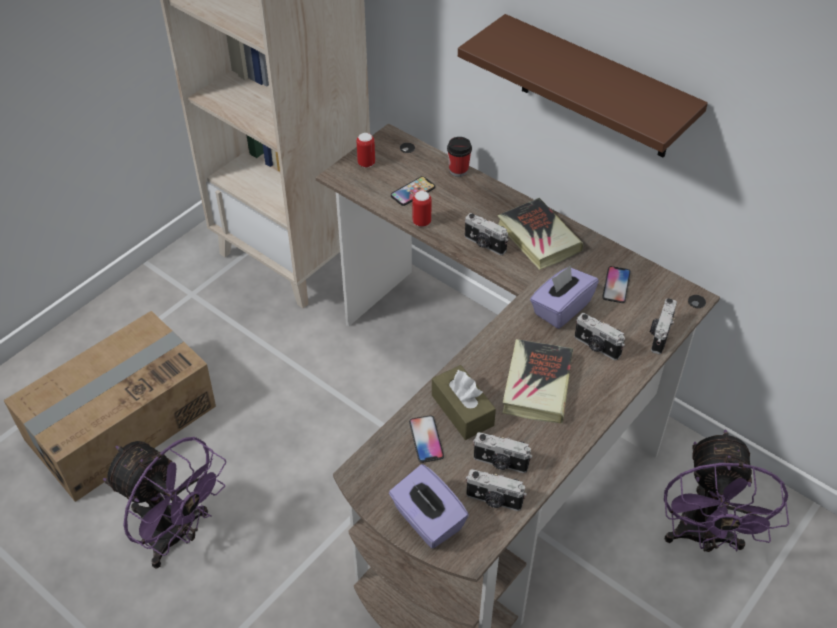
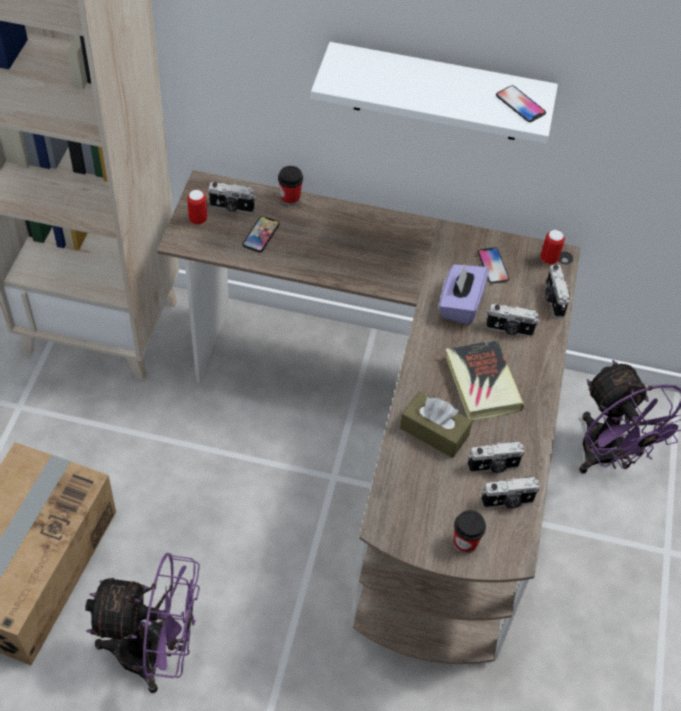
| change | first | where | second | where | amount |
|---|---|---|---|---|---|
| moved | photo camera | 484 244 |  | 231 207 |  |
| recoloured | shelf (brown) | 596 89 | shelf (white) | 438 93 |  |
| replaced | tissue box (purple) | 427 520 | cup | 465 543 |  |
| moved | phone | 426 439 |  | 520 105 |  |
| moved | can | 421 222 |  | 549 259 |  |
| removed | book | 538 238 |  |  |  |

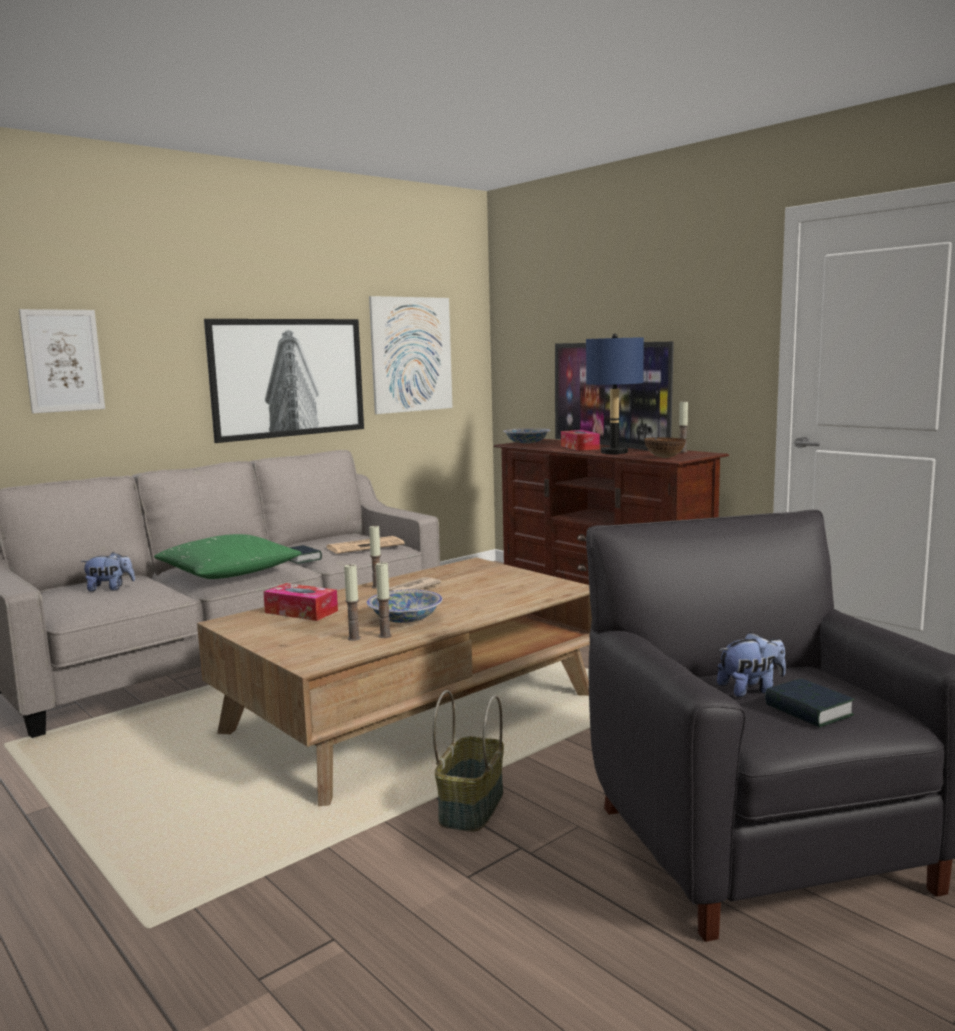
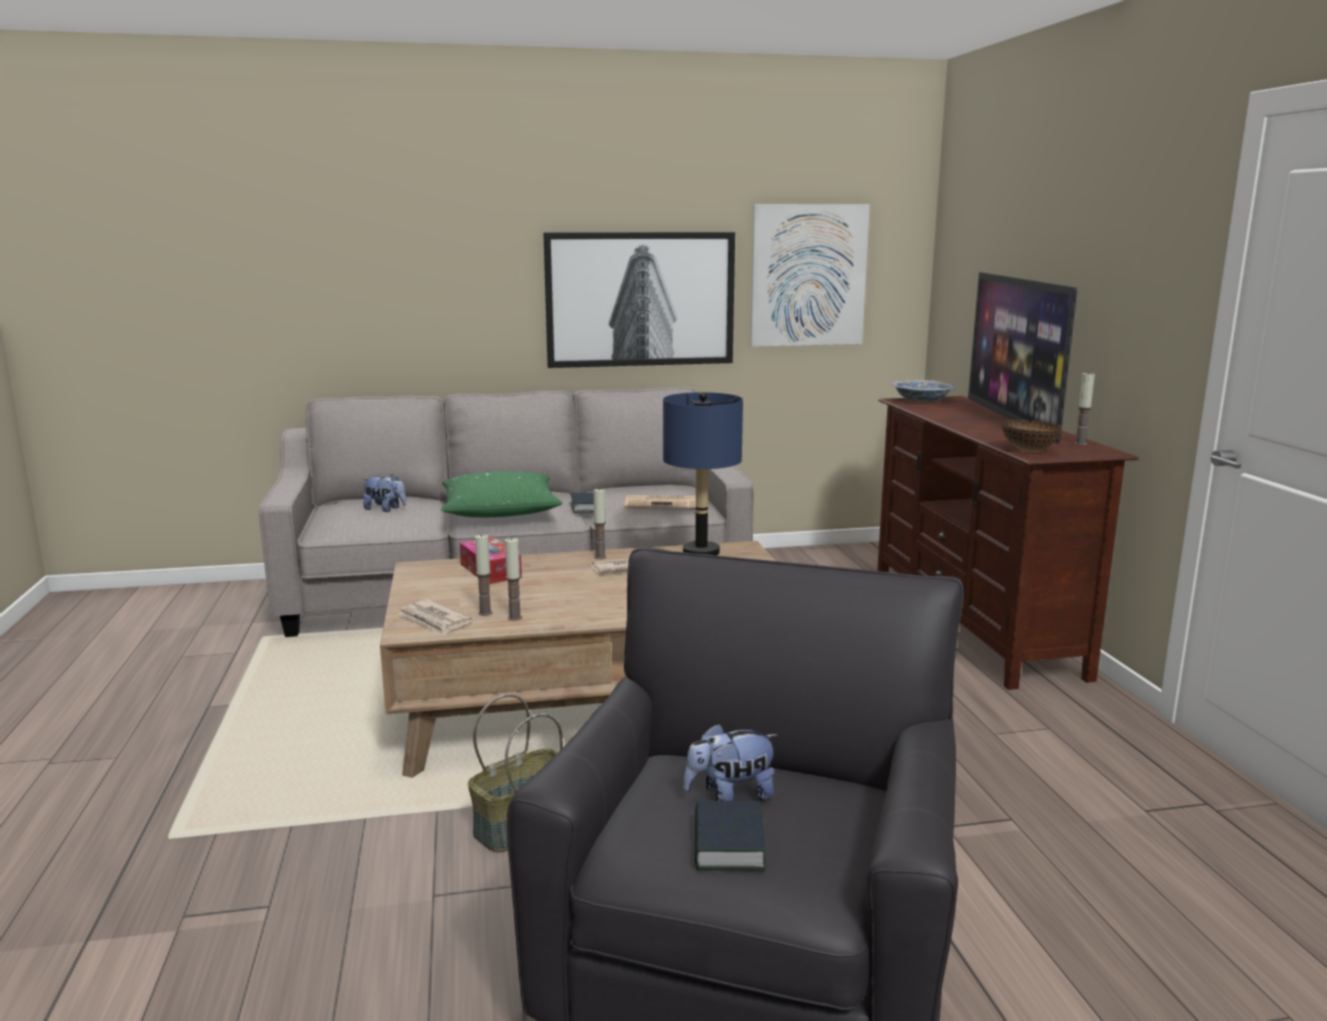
| change | first | where | second | where | amount |
|---|---|---|---|---|---|
| added |  |  | newspaper | 434 620 |  |
| moved | table lamp (blue) | 614 452 |  | 701 552 |  |
| turned | plush toy | 751 689 |  | 730 795 | 150 degrees clockwise |
| removed | picture | 63 360 |  |  |  |
| removed | bowl | 405 619 |  |  |  |
| removed | tissue box | 579 447 |  |  |  |

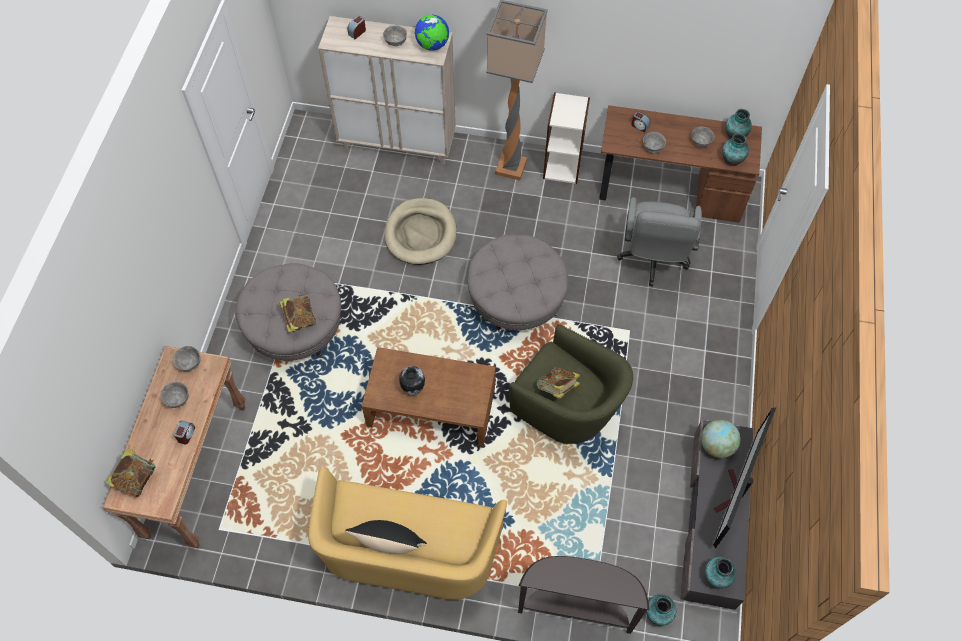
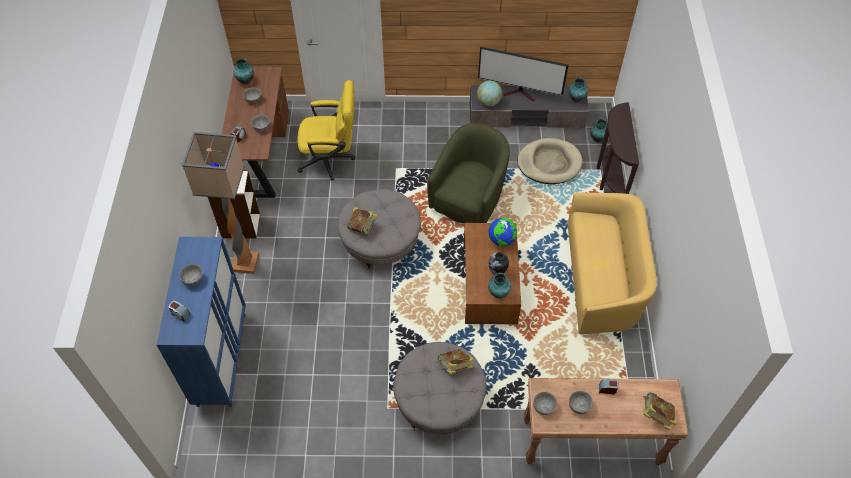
| change | first | where | second | where | amount |
|---|---|---|---|---|---|
| recoloured | cabinet (beige) | 397 143 | cabinet (blue) | 221 359 |  |
| recoloured | office chair (grey) | 652 260 | office chair (yellow) | 331 159 |  |
| moved | book | 557 388 |  | 362 227 |  |
| moved | vase | 731 160 |  | 498 293 |  |
| moved | globe | 432 45 |  | 501 240 |  |
| moved | dog bed (beige) | 421 234 |  | 549 163 |  |
| removed | pillow (black) | 388 545 |  |  |  |

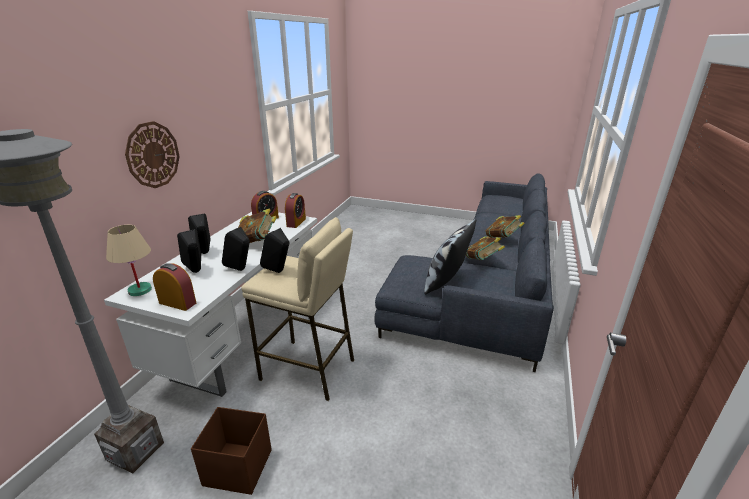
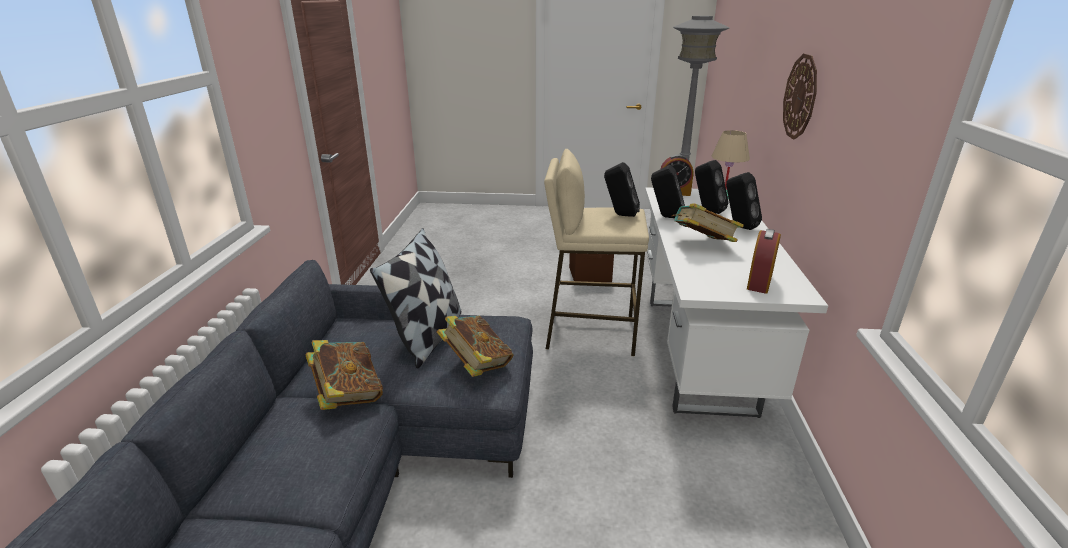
| change | first | where | second | where | amount |
|---|---|---|---|---|---|
| moved | book | 502 238 |  | 476 365 |  |
| removed | alarm clock | 296 222 |  |  |  |

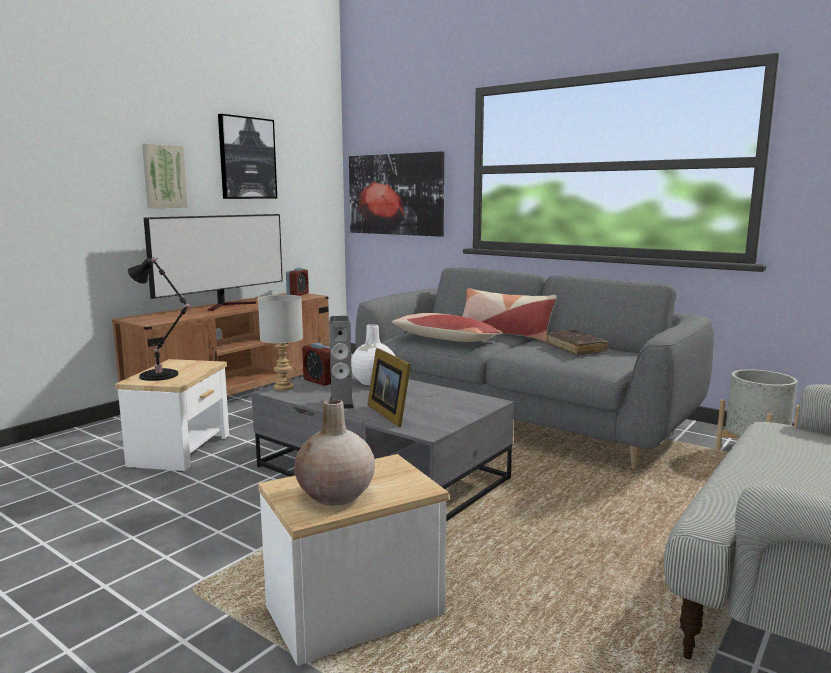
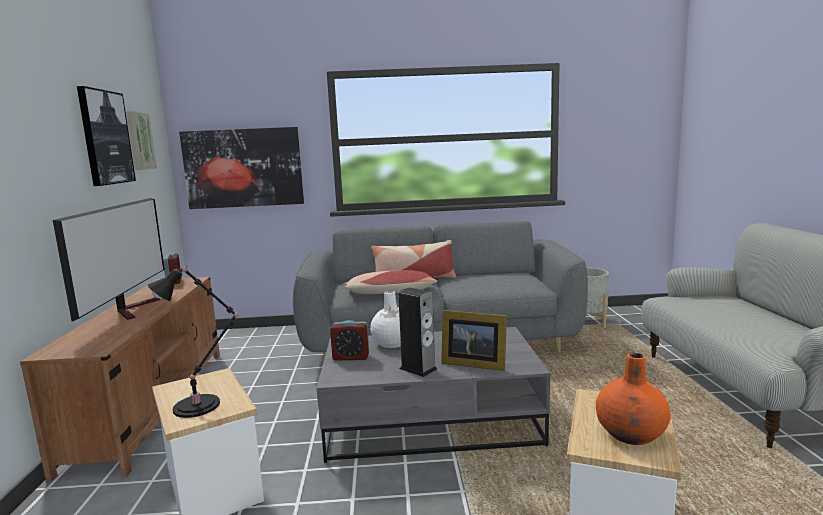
| change | first | where | second | where | amount |
|---|---|---|---|---|---|
| moved | picture | 164 176 |  | 139 141 |  |
| recoloured | vase (beige) | 336 495 | vase (orange) | 631 434 |  |
| removed | table lamp (grey) | 284 387 |  |  |  |
| removed | book (brown) | 576 348 |  |  |  |

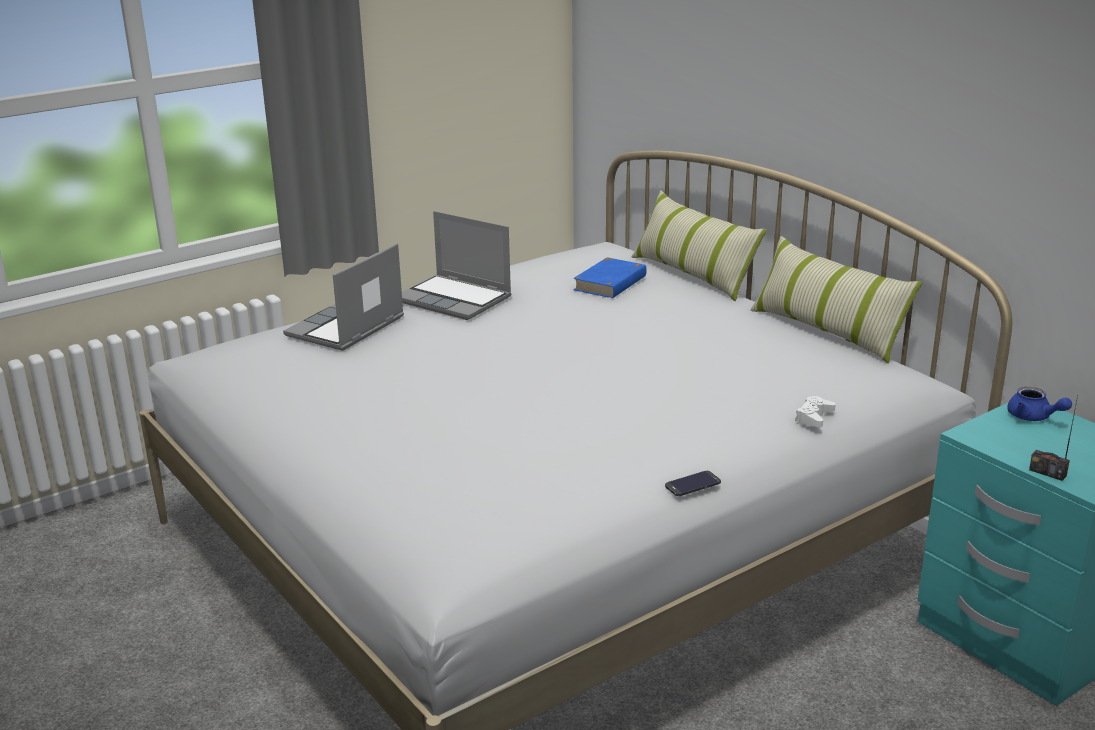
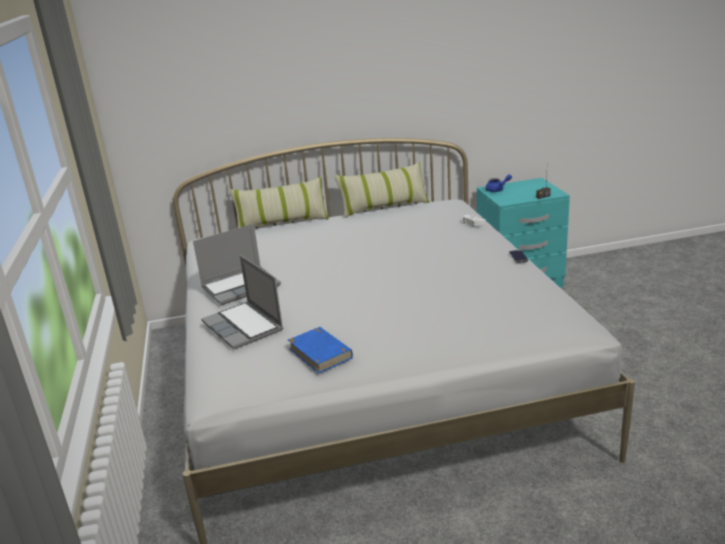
| change | first | where | second | where | amount |
|---|---|---|---|---|---|
| moved | book (blue) | 611 283 |  | 320 353 |  |

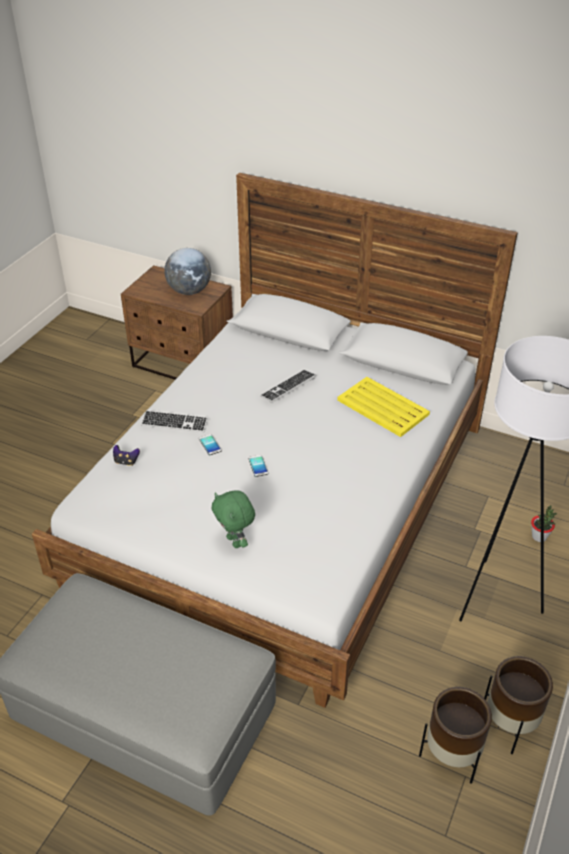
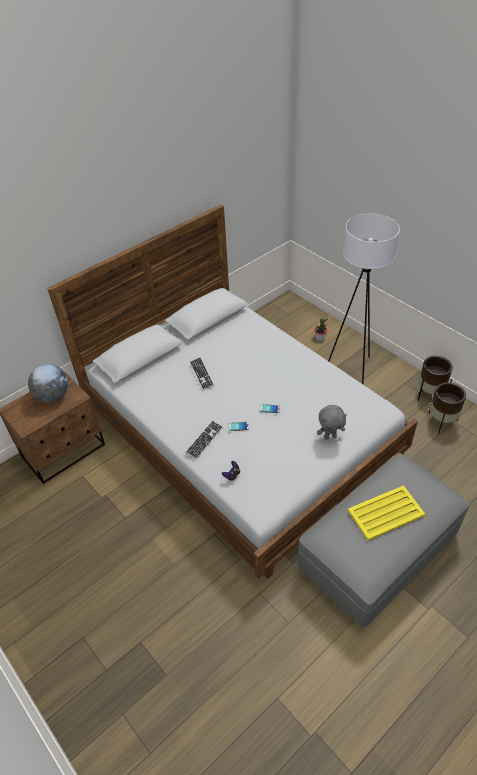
| change | first | where | second | where | amount |
|---|---|---|---|---|---|
| recoloured | plush toy (green) | 235 541 | plush toy (grey) | 330 436 |  |
| moved | tray (yellow) | 382 407 |  | 385 513 |  |

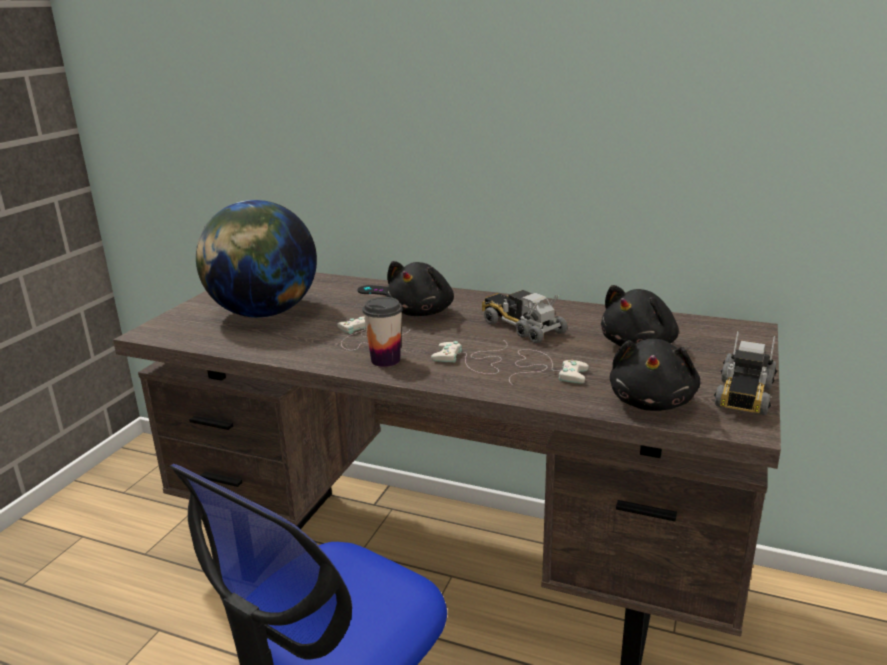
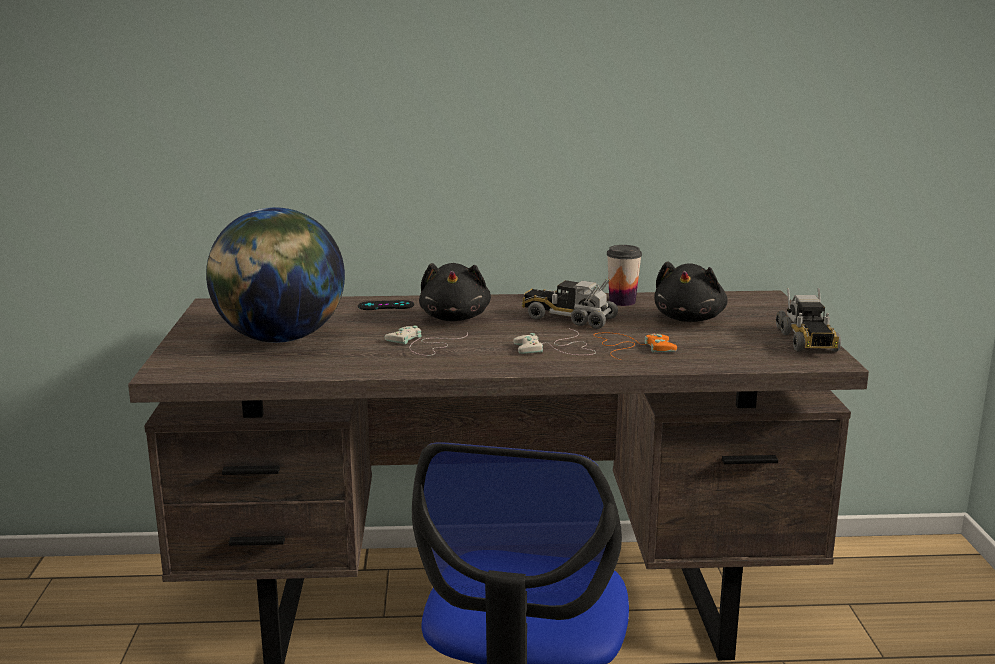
| change | first | where | second | where | amount |
|---|---|---|---|---|---|
| recoloured | game controller (white) | 544 370 | game controller (orange) | 630 347 |  |
| moved | cup | 385 360 |  | 622 302 |  |
| removed | plush toy (black) | 652 402 |  |  |  |

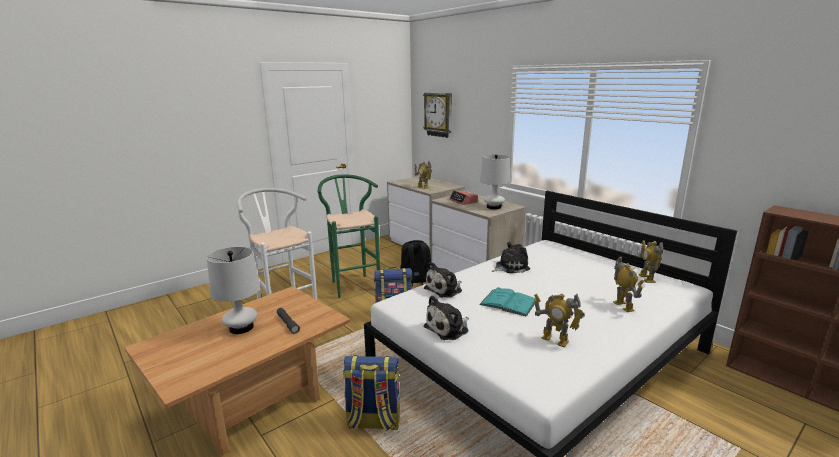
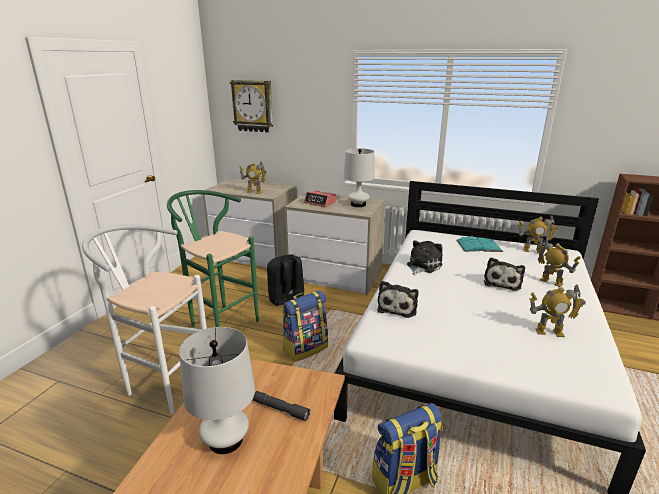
| change | first | where | second | where | amount |
|---|---|---|---|---|---|
| moved | book (turquoise) | 508 302 |  | 478 245 |  |
| moved | plush toy | 448 328 |  | 502 282 |  |
| turned | toy robot | 646 278 |  | 532 251 | 45 degrees counterclockwise |

